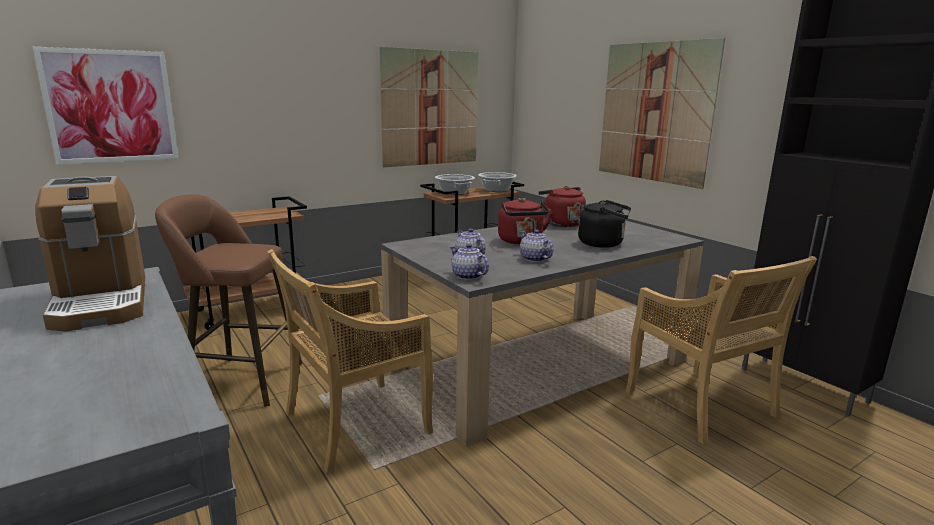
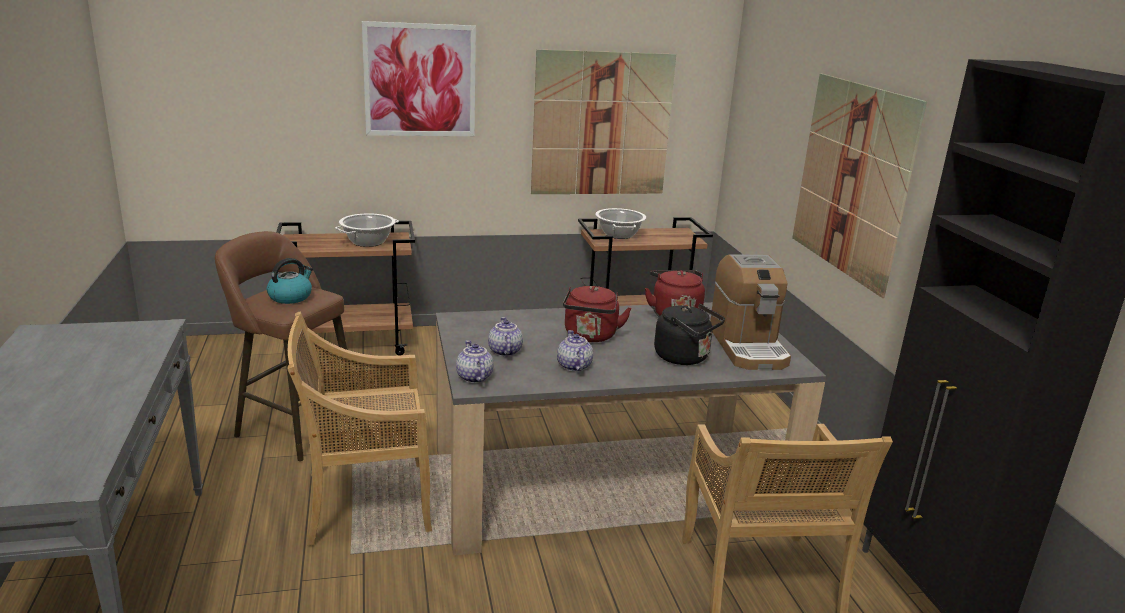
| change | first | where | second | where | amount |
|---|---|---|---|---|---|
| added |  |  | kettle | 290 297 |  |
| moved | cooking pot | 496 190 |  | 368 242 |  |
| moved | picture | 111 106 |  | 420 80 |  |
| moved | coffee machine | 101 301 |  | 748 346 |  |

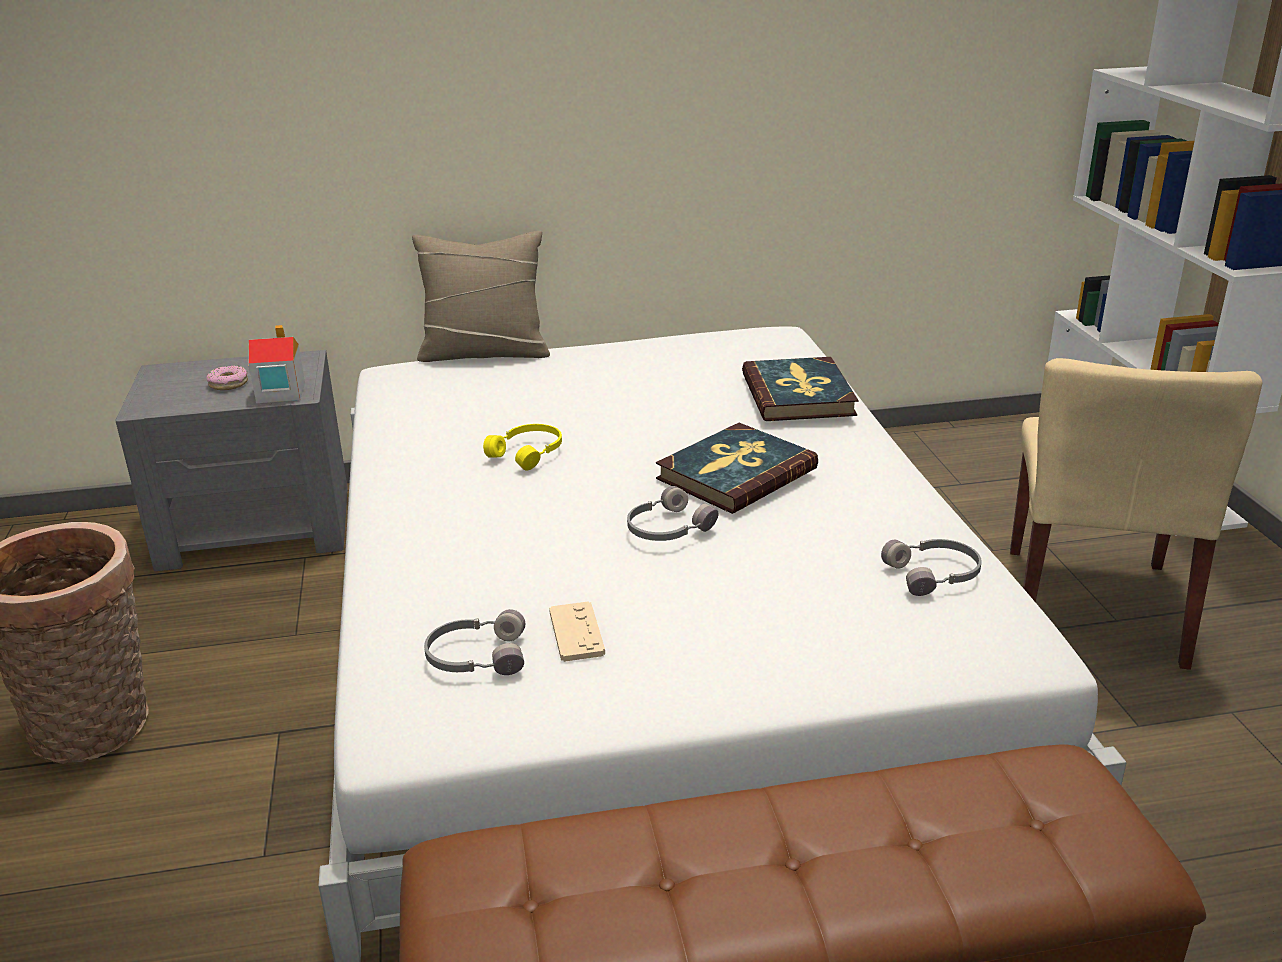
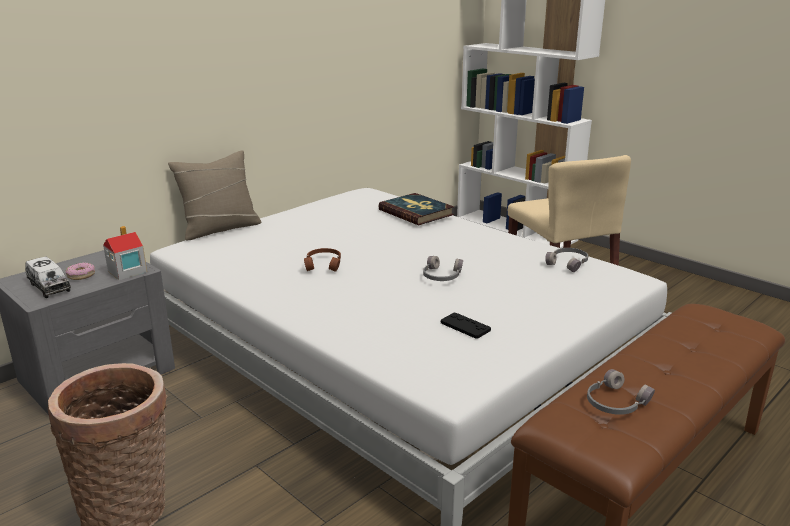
| change | first | where | second | where | amount |
|---|---|---|---|---|---|
| added |  |  | toy truck | 49 286 |  |
| recoloured | headphones (yellow) | 529 453 | headphones (brown) | 324 264 |  |
| recoloured | game controller (beige) | 576 633 | game controller (black) | 465 326 |  |
| moved | headphones (grey) | 476 656 |  | 615 403 |  |
| removed | book | 735 474 |  |  |  |

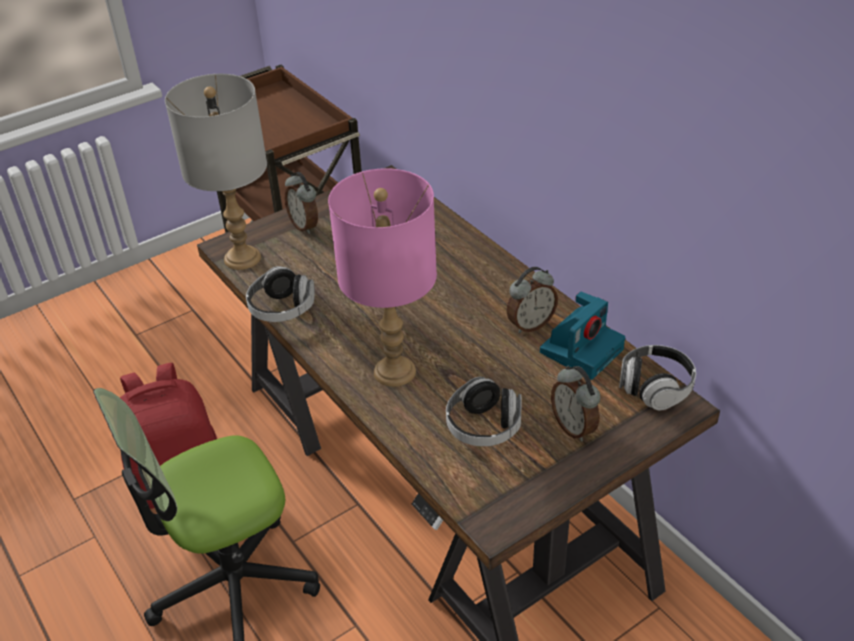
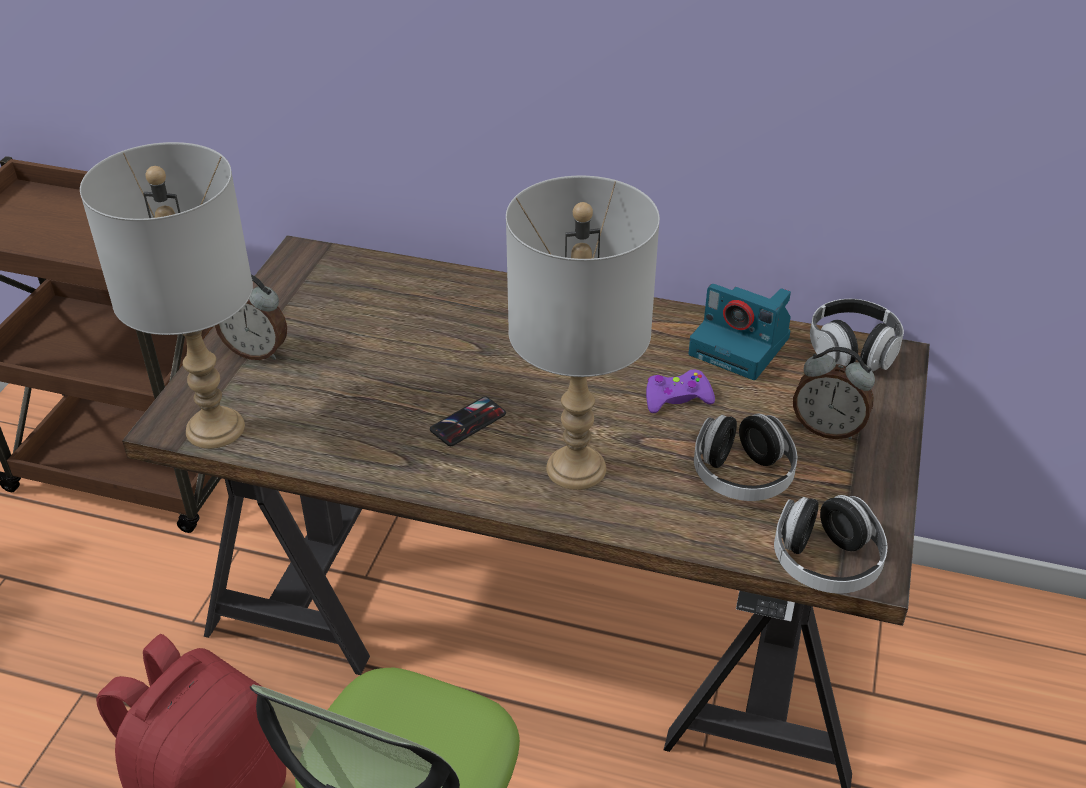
| change | first | where | second | where | amount |
|---|---|---|---|---|---|
| added |  |  | phone | 468 422 |  |
| recoloured | table lamp (pink) | 394 372 | table lamp (grey) | 576 469 |  |
| added |  |  | game controller (purple) | 677 398 |  |
| turned | photo camera | 582 349 |  | 742 346 | 120 degrees clockwise |
| moved | headphones | 282 309 |  | 825 563 |  |
| removed | alarm clock | 530 324 |  |  |  |

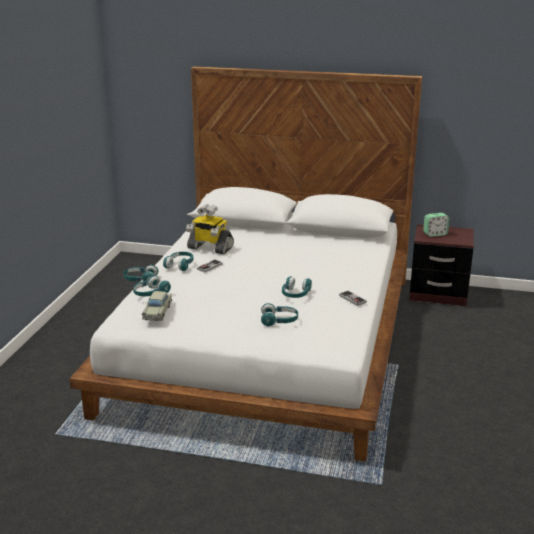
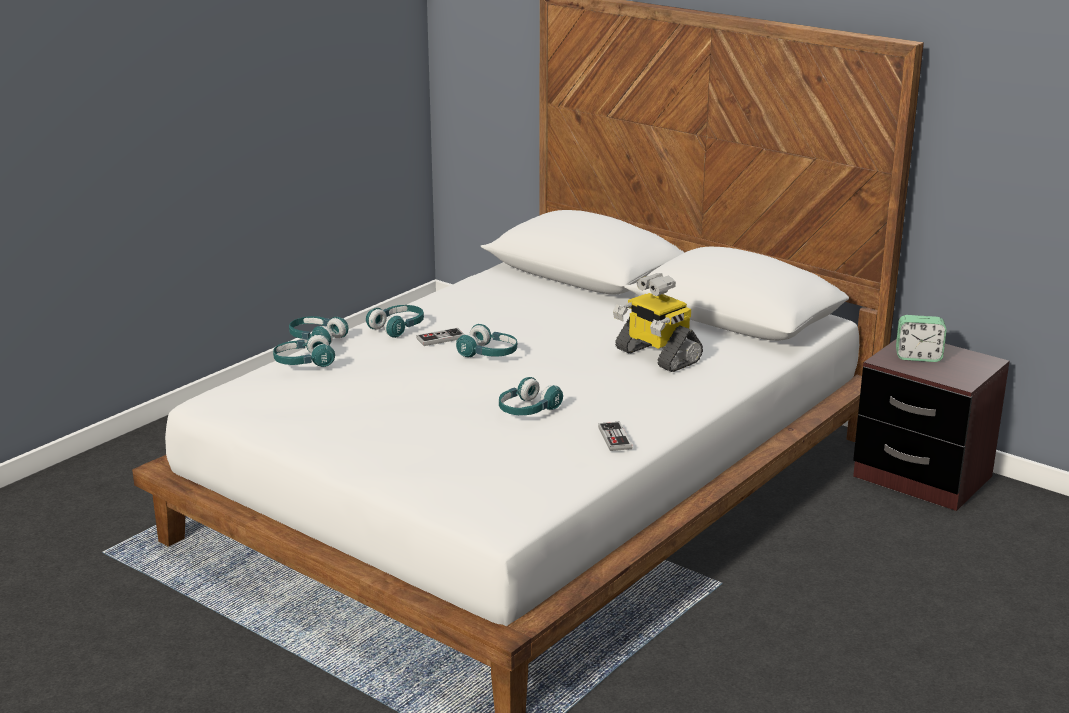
| change | first | where | second | where | amount |
|---|---|---|---|---|---|
| moved | headphones (turquoise) | 279 321 |  | 489 354 |  |
| moved | toy robot | 209 248 |  | 656 356 |  |
| removed | toy car (beige) | 158 312 |  |  |  |

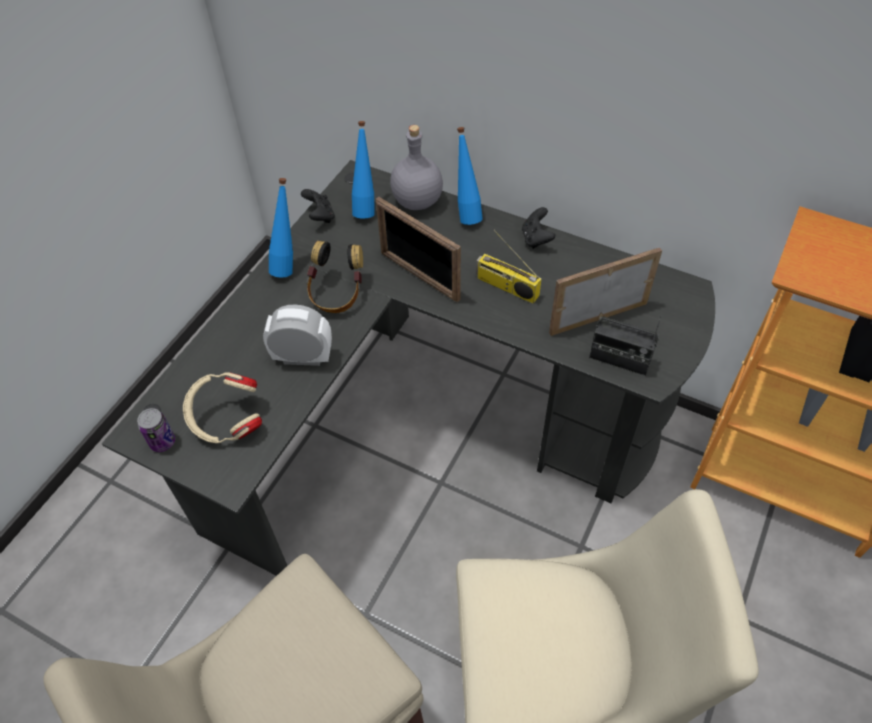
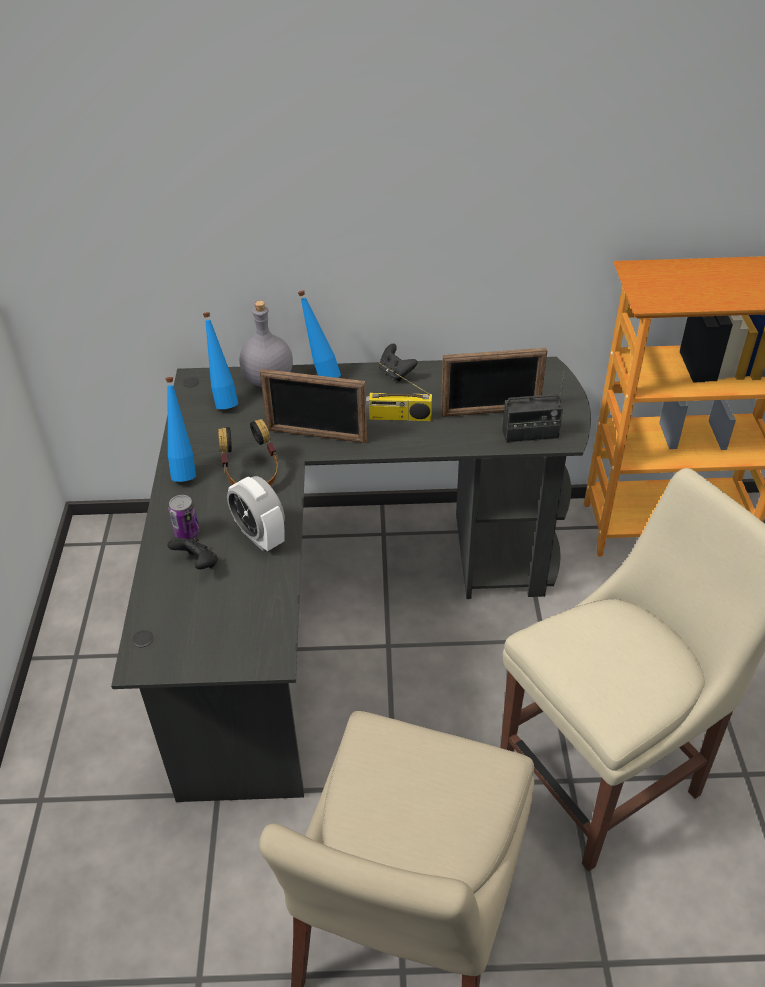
| change | first | where | second | where | amount |
|---|---|---|---|---|---|
| moved | game controller (black) | 320 216 |  | 197 564 |  |
| moved | can | 162 442 |  | 187 533 |  |
| turned | alarm clock | 303 357 |  | 260 536 | 105 degrees counterclockwise |
| turned | picture frame | 598 317 |  | 490 412 | 135 degrees counterclockwise |
| removed | headphones (beige) | 227 422 |  |  |  |

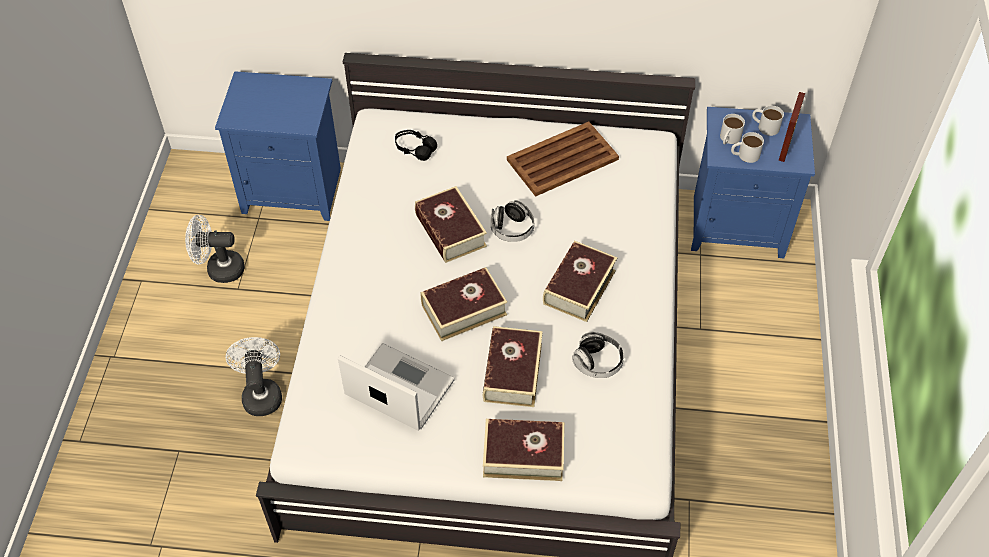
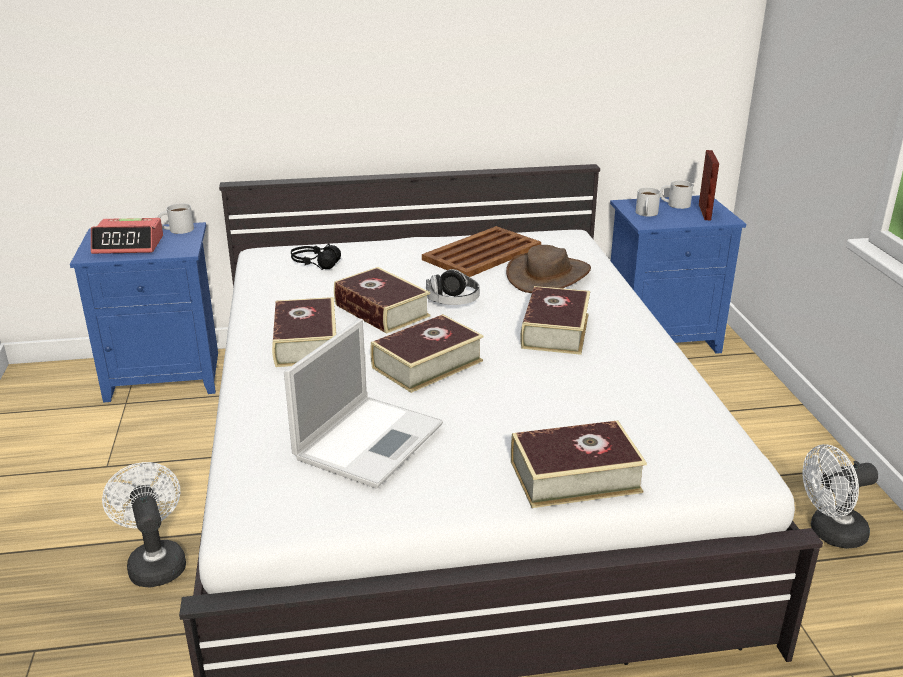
| change | first | where | second | where | amount |
|---|---|---|---|---|---|
| added |  |  | alarm clock | 129 245 |  |
| moved | mug (white) | 744 155 |  | 176 230 |  |
| moved | book | 512 372 |  | 306 343 |  |
| turned | laptop | 397 387 |  | 370 439 | 105 degrees clockwise |
| added |  |  | hat (brown) | 548 275 |  |
| moved | fan (white) | 219 269 |  | 830 534 |  |
| removed | headphones | 598 362 |  |  |  |

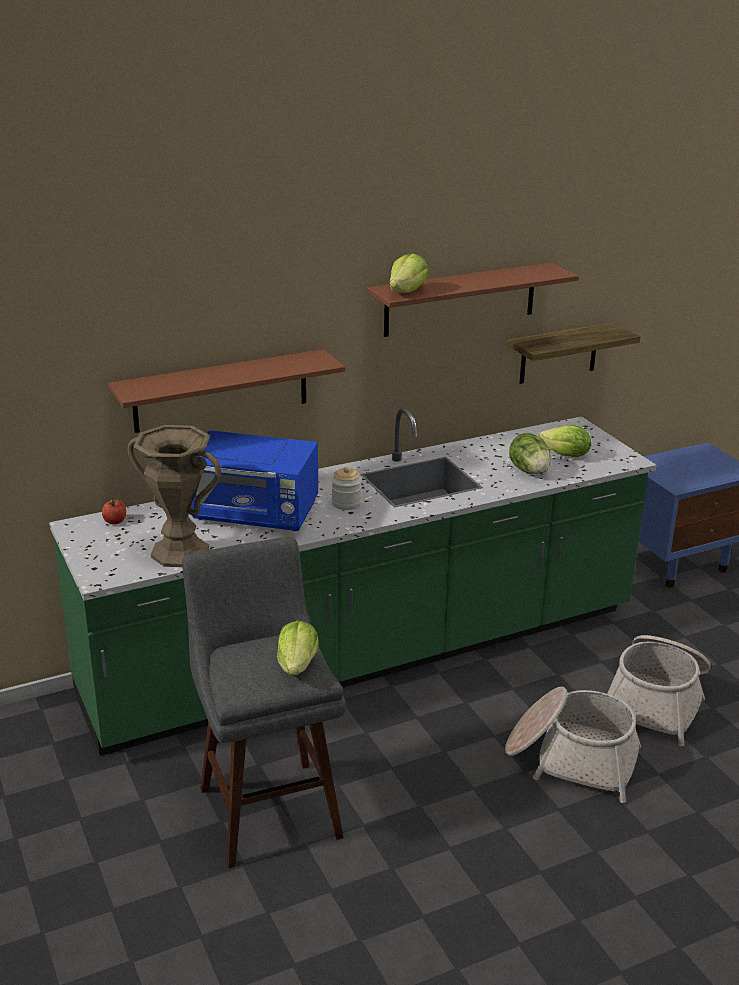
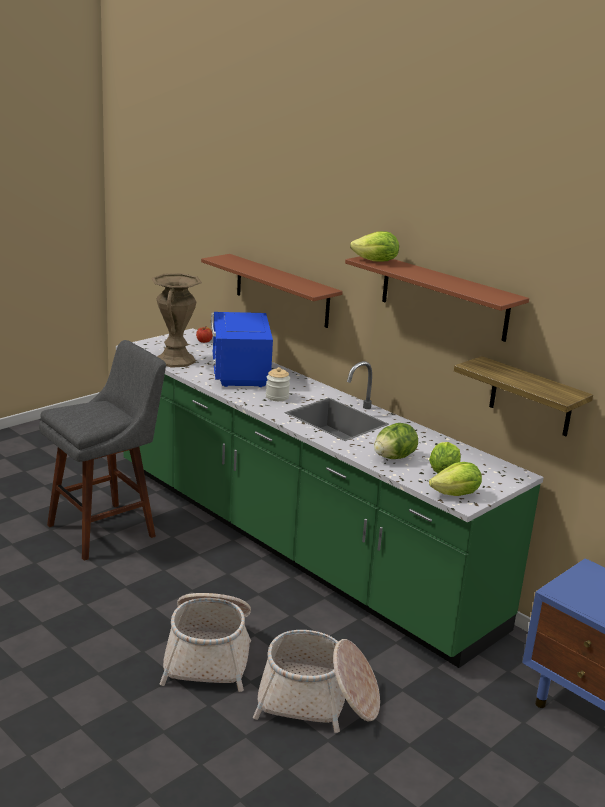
| change | first | where | second | where | amount |
|---|---|---|---|---|---|
| moved | lettuce | 297 665 |  | 456 495 |  |

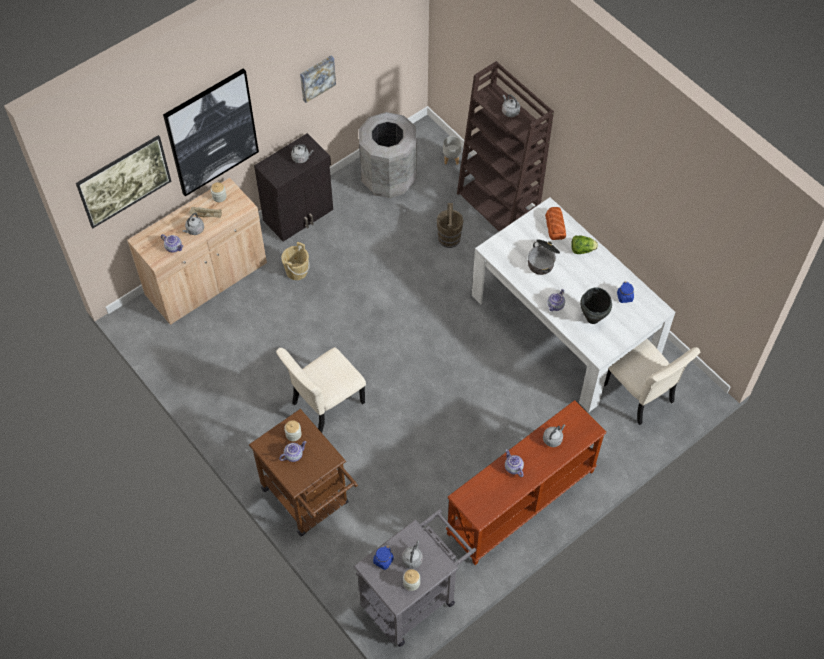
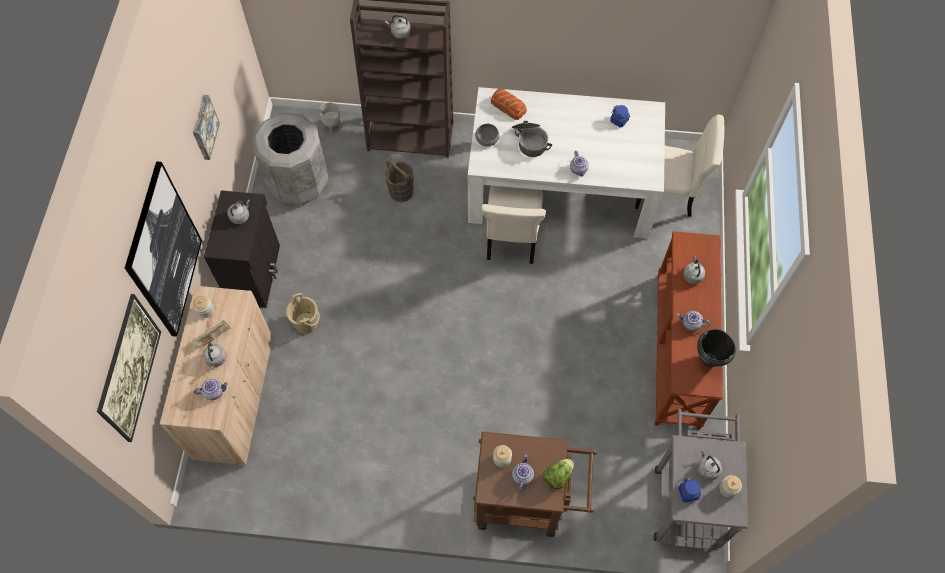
| change | first | where | second | where | amount |
|---|---|---|---|---|---|
| added |  |  | bowl (grey) | 487 139 |  |
| moved | chair (beige) | 325 404 |  | 511 239 |  |
| moved | lettuce | 582 250 |  | 557 476 |  |
| moved | cooking pot (black) | 593 318 |  | 709 359 |  |

